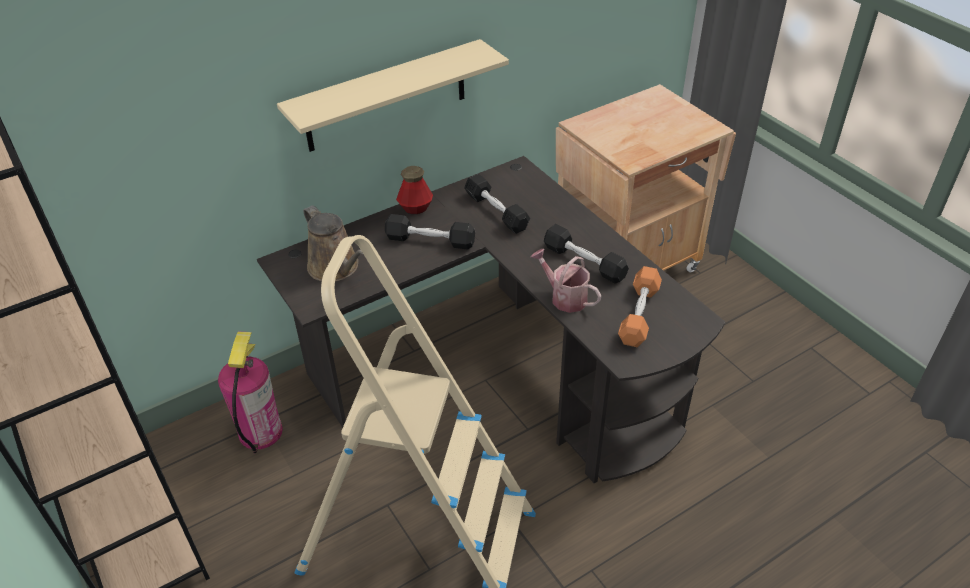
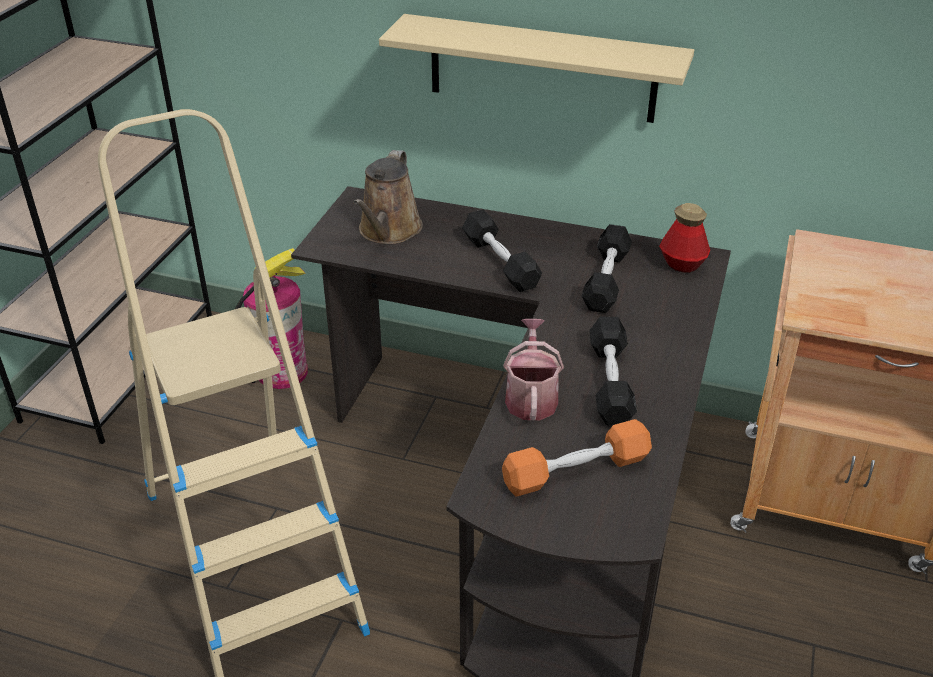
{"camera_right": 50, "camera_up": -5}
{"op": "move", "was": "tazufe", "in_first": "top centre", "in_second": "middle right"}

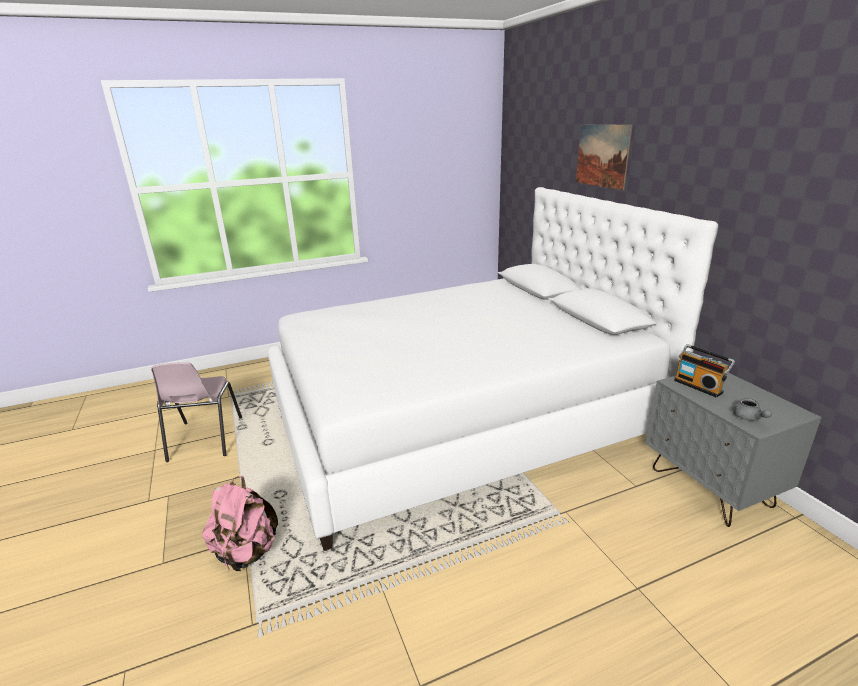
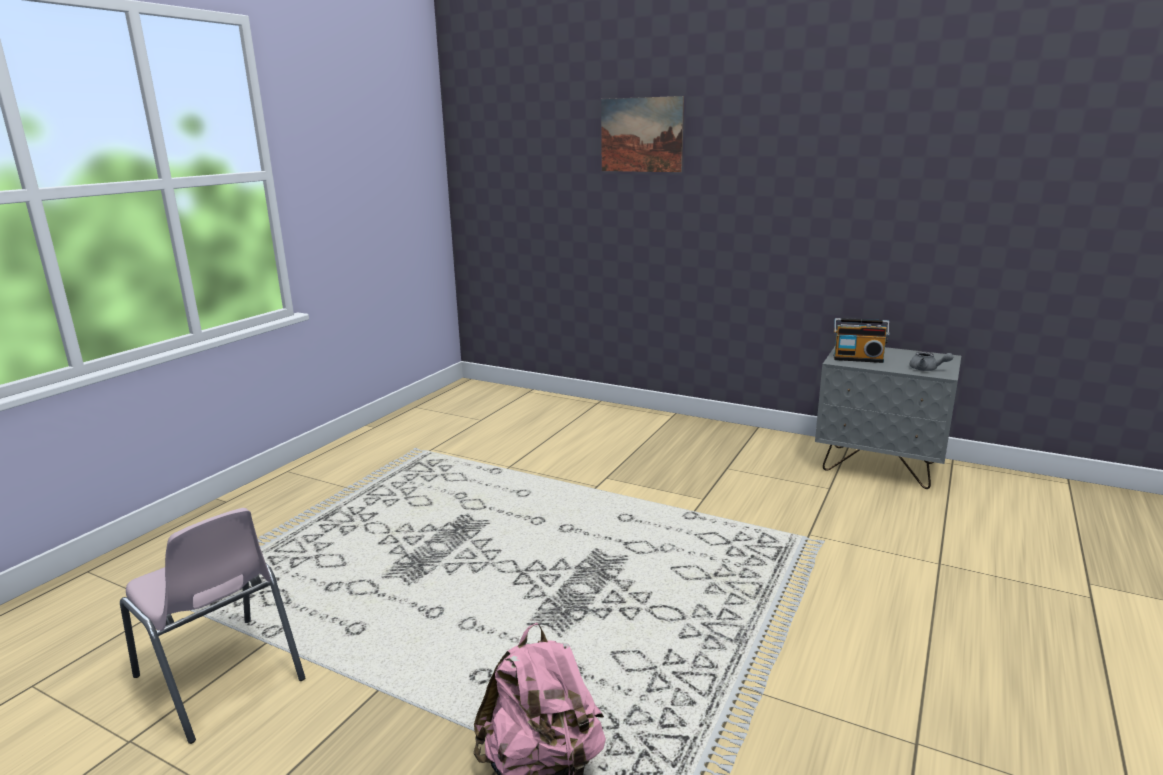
{"camera_right": -40, "camera_up": -5}
{"op": "delete", "was": "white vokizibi", "in_first": "centre"}

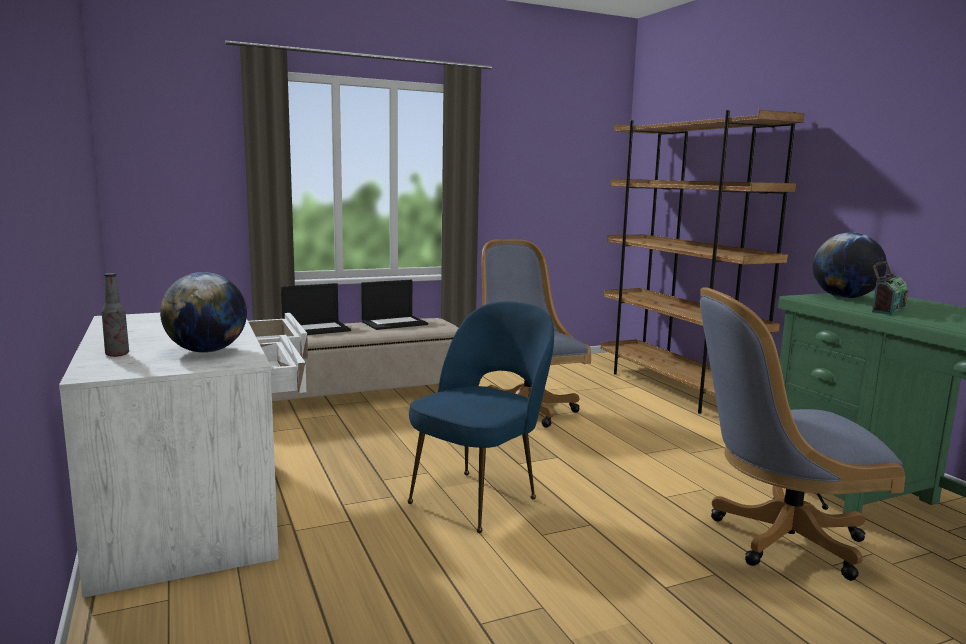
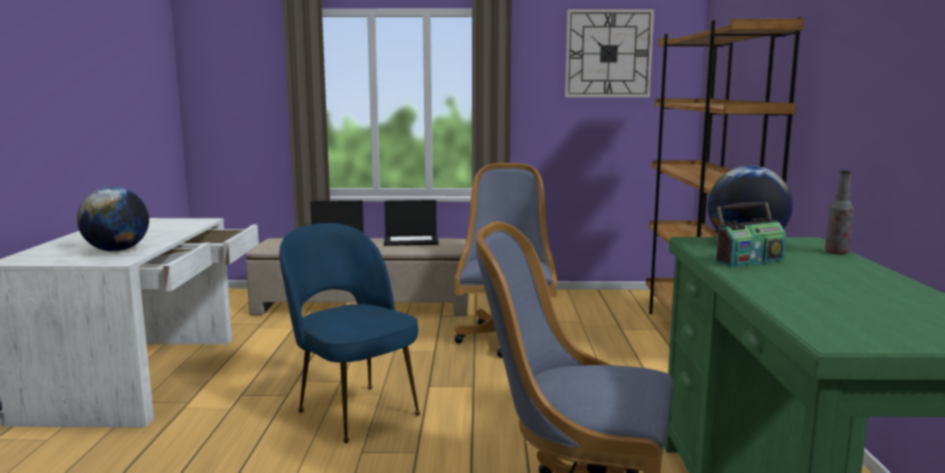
{"camera_right": 25, "camera_up": 0}
{"op": "move", "was": "tazufe", "in_first": "middle left", "in_second": "middle right"}
{"op": "rotate", "was": "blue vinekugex", "in_first": "centre", "in_second": "bottom centre", "clockwise": -105}
{"op": "insert", "now": "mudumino", "in_second": "top centre"}

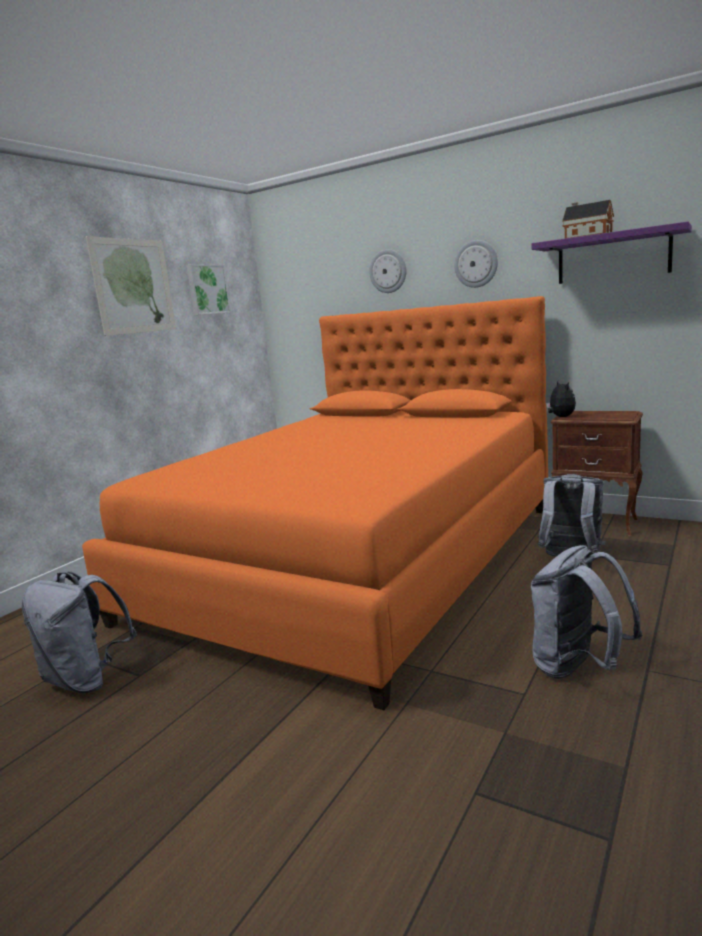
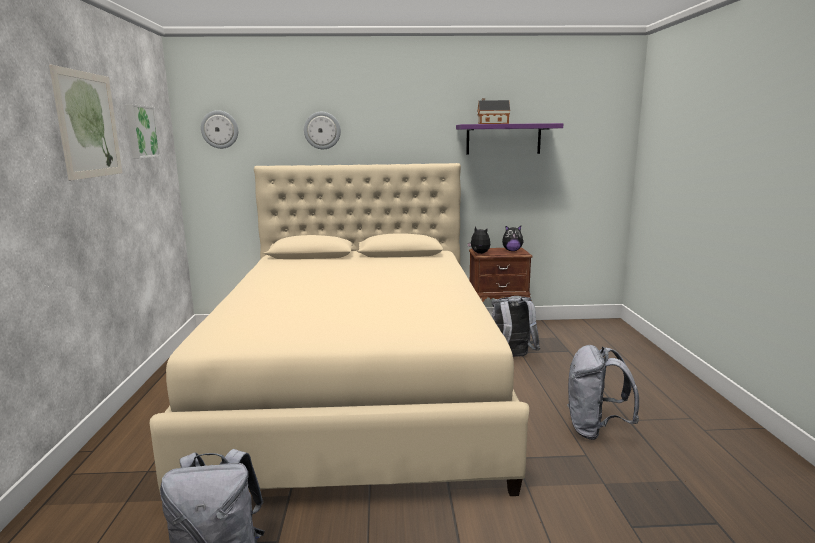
{"camera_right": -35, "camera_up": 0}
{"op": "recolor", "was": "orange vokizibi", "now": "beige vokizibi", "in_first": "centre", "in_second": "centre"}
{"op": "move", "was": "mudumino (2nd from left in the first image)", "now": "mudumino (1st from left)", "in_first": "top right", "in_second": "top left"}
{"op": "insert", "now": "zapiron (2nd from left)", "in_second": "centre"}

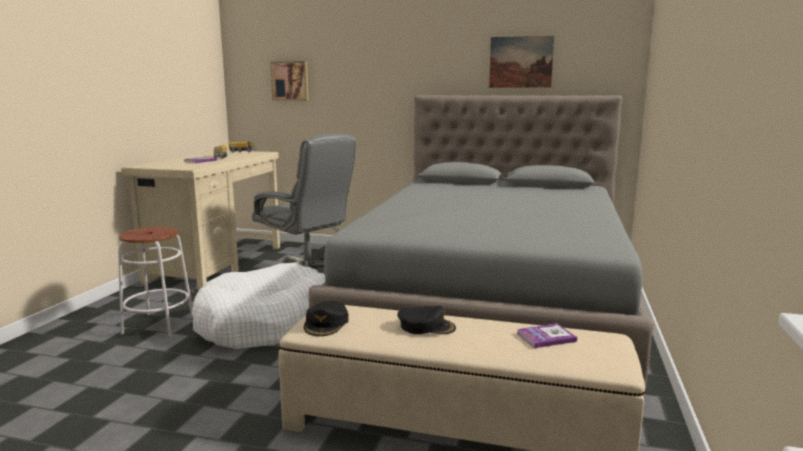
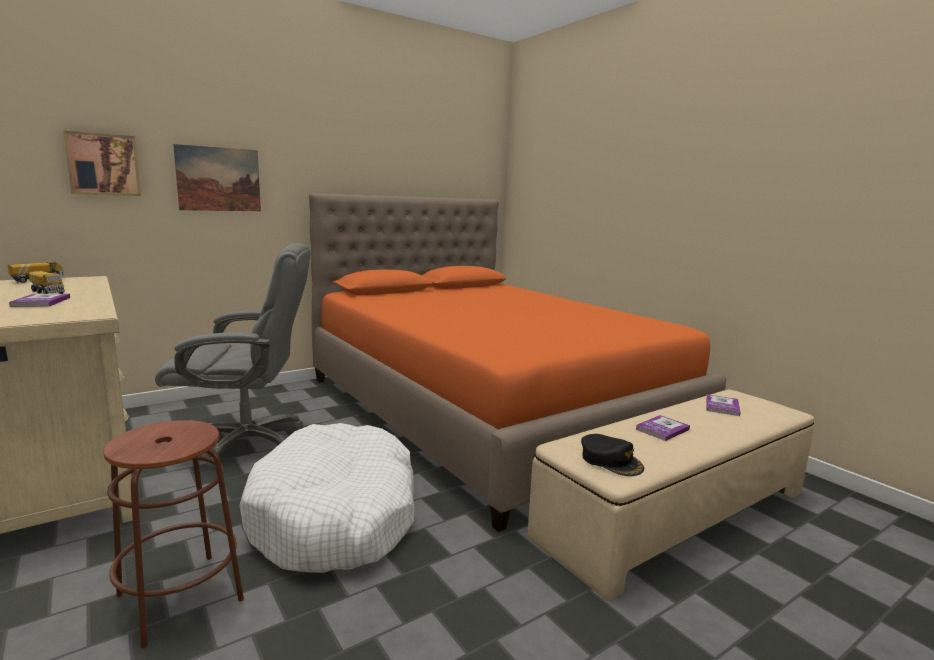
{"camera_right": -50, "camera_up": 0}
{"op": "recolor", "was": "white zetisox", "now": "brown zetisox", "in_first": "middle left", "in_second": "bottom left"}
{"op": "recolor", "was": "grey vokizibi", "now": "orange vokizibi", "in_first": "centre", "in_second": "centre"}
{"op": "replace", "was": "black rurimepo (2nd from left)", "now": "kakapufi (2nd from left)", "in_first": "bottom centre", "in_second": "middle right"}
{"op": "move", "was": "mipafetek (2nd from left)", "in_first": "top centre", "in_second": "top left"}

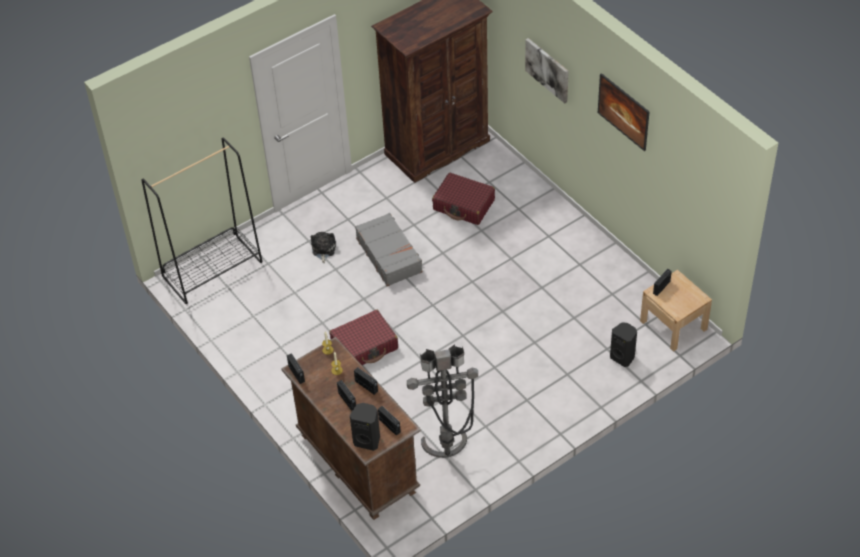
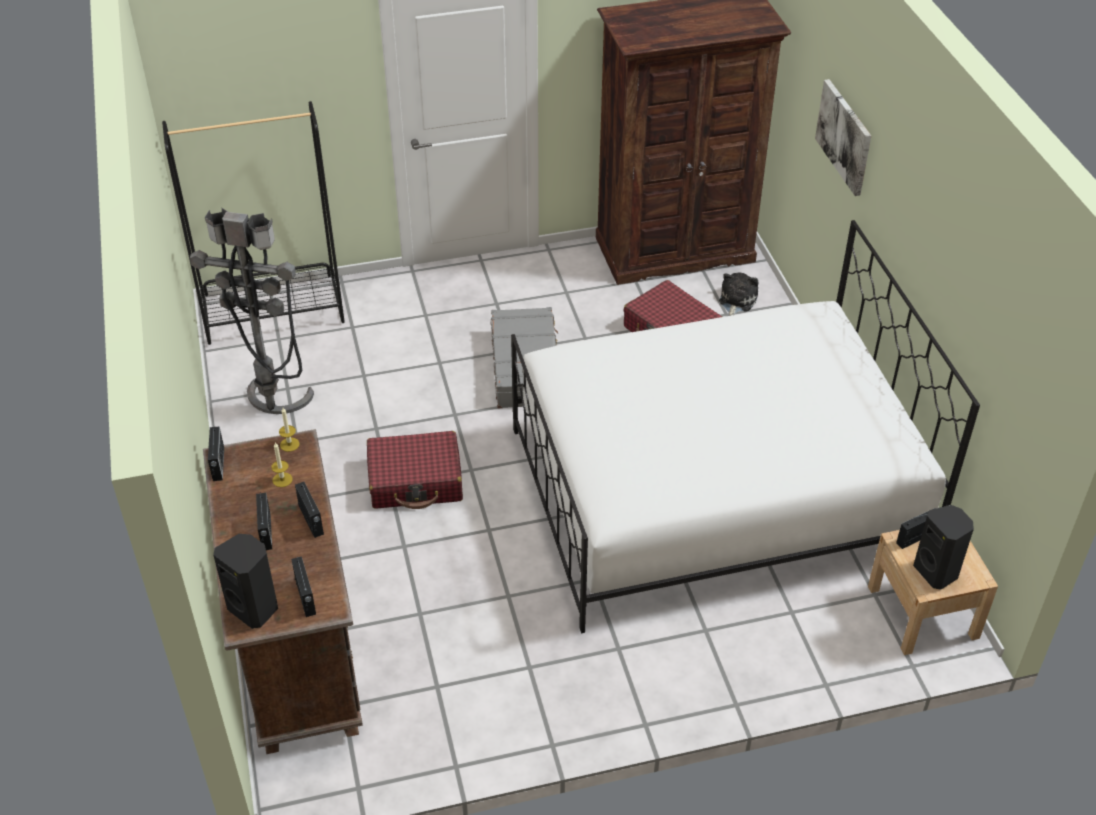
{"camera_right": 20, "camera_up": -5}
{"op": "move", "was": "zapiron", "in_first": "centre", "in_second": "middle right"}
{"op": "move", "was": "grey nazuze", "in_first": "bottom centre", "in_second": "middle left"}
{"op": "delete", "was": "mipafetek (2nd from left)", "in_first": "top right"}
{"op": "move", "was": "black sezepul (2nd from left)", "in_first": "middle right", "in_second": "bottom right"}
{"op": "insert", "now": "white vokizibi", "in_second": "middle right"}

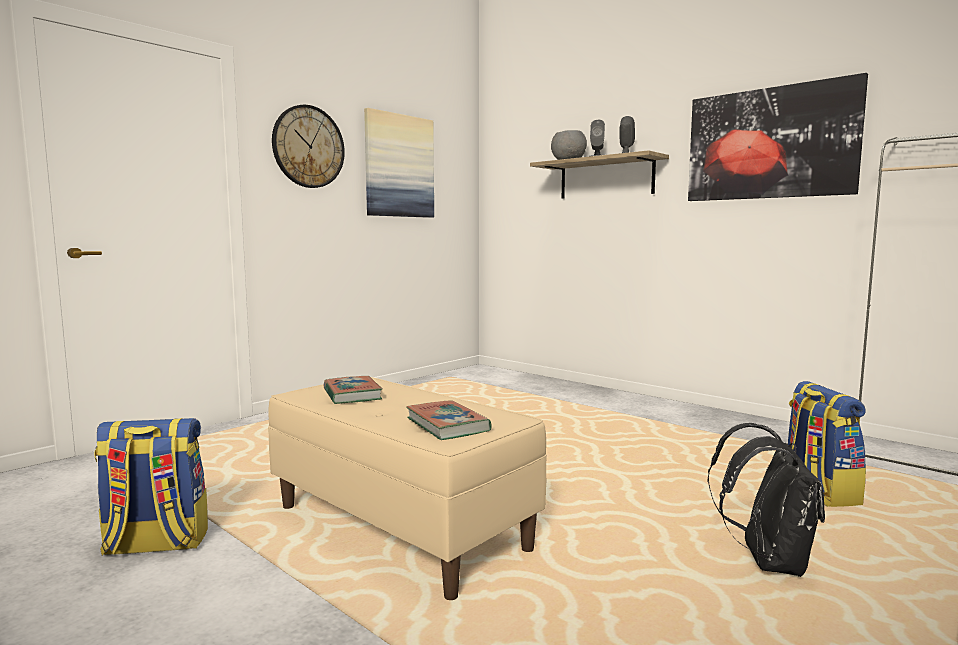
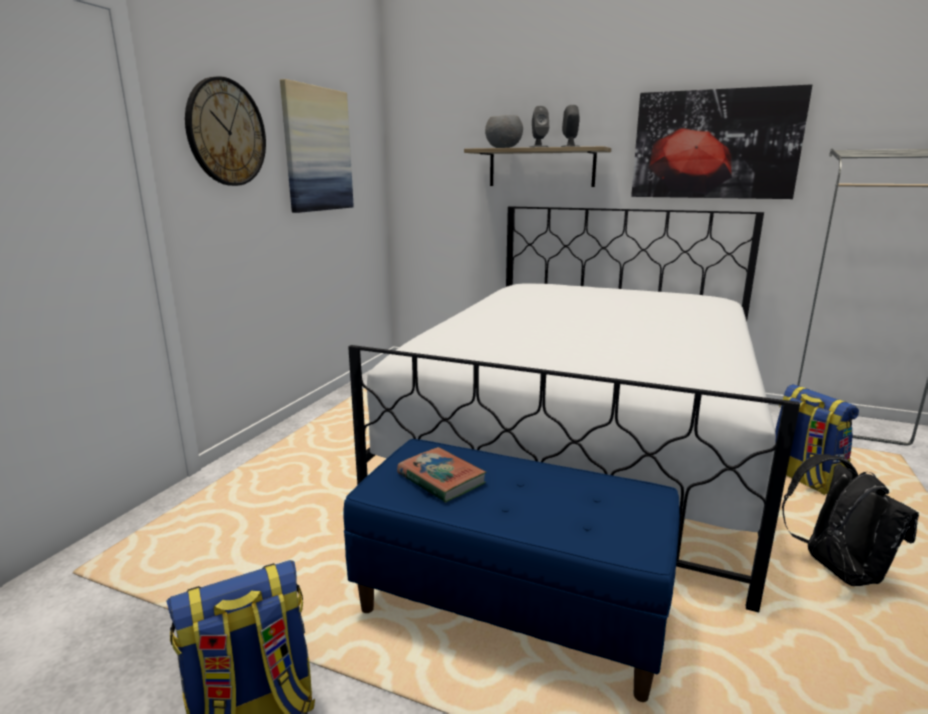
{"camera_right": -20, "camera_up": 10}
{"op": "recolor", "was": "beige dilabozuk", "now": "blue dilabozuk", "in_first": "bottom centre", "in_second": "bottom centre"}
{"op": "delete", "was": "kakapufi (2nd from left)", "in_first": "centre"}
{"op": "insert", "now": "white vokizibi", "in_second": "centre"}

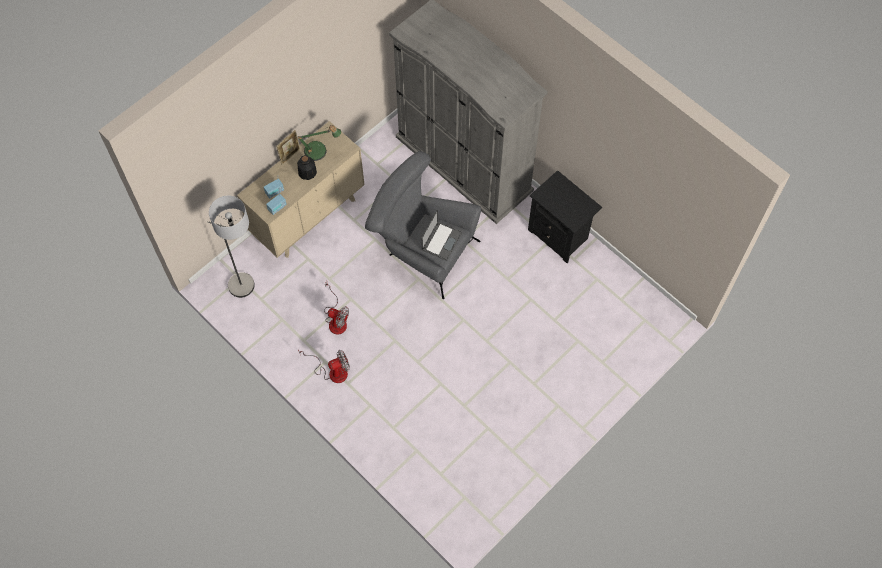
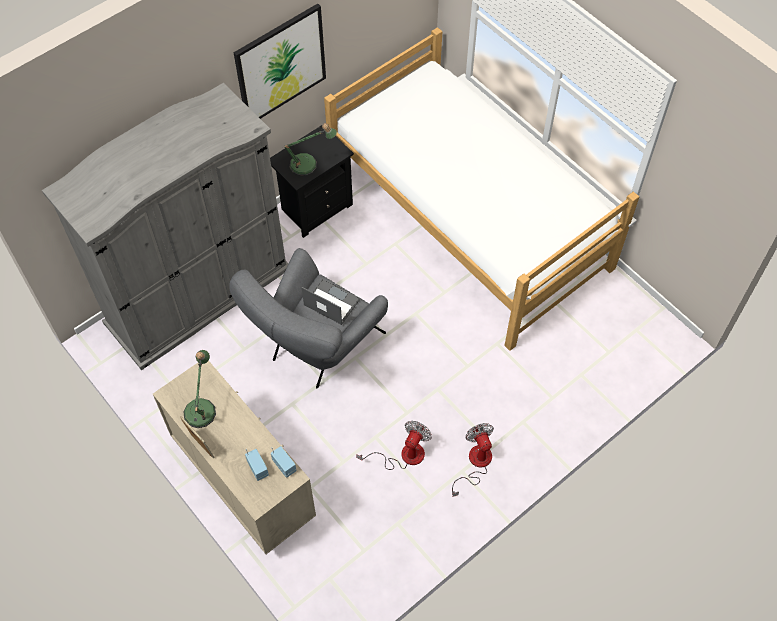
{"camera_right": -85, "camera_up": -5}
{"op": "delete", "was": "grey nazuze", "in_first": "middle left"}
{"op": "delete", "was": "tazufe", "in_first": "top centre"}
{"op": "insert", "now": "mipafetek", "in_second": "top centre"}
{"op": "insert", "now": "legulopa (2nd from left)", "in_second": "top centre"}
{"op": "insert", "now": "vokizibi", "in_second": "top centre"}

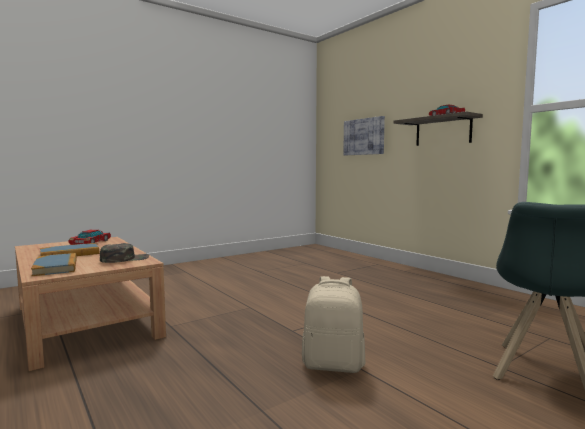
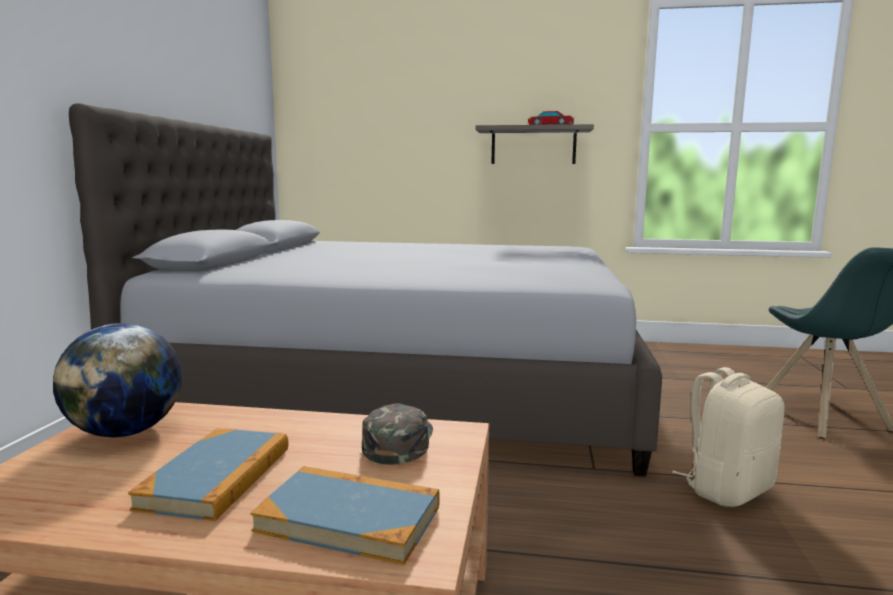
{"camera_right": -45, "camera_up": 5}
{"op": "replace", "was": "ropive (1st from left)", "now": "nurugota", "in_first": "middle left", "in_second": "middle left"}
{"op": "delete", "was": "mipafetek", "in_first": "top centre"}
{"op": "insert", "now": "grey vokizibi", "in_second": "centre"}

